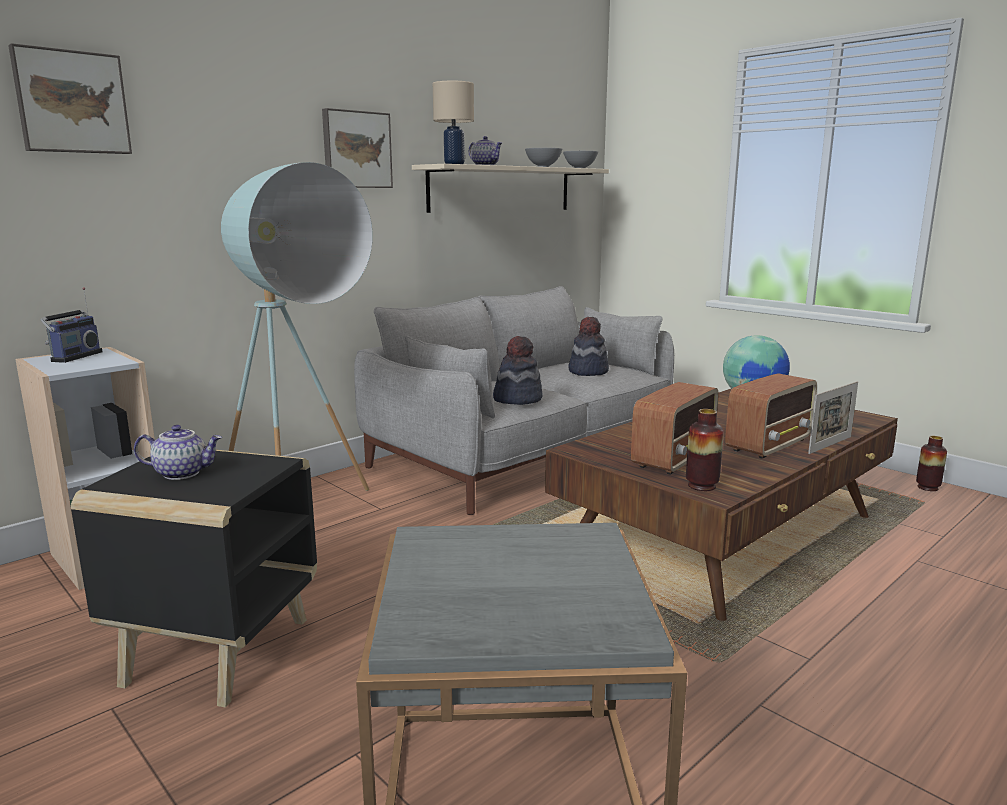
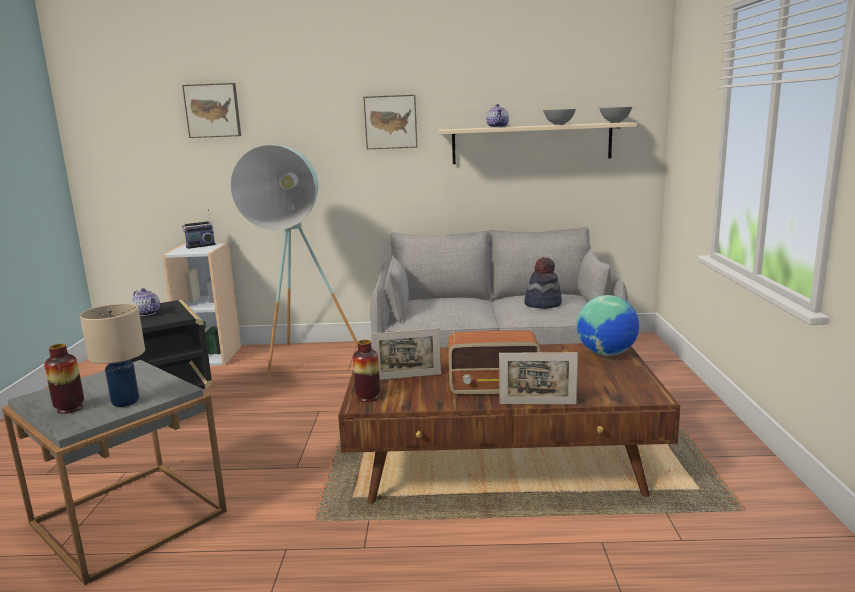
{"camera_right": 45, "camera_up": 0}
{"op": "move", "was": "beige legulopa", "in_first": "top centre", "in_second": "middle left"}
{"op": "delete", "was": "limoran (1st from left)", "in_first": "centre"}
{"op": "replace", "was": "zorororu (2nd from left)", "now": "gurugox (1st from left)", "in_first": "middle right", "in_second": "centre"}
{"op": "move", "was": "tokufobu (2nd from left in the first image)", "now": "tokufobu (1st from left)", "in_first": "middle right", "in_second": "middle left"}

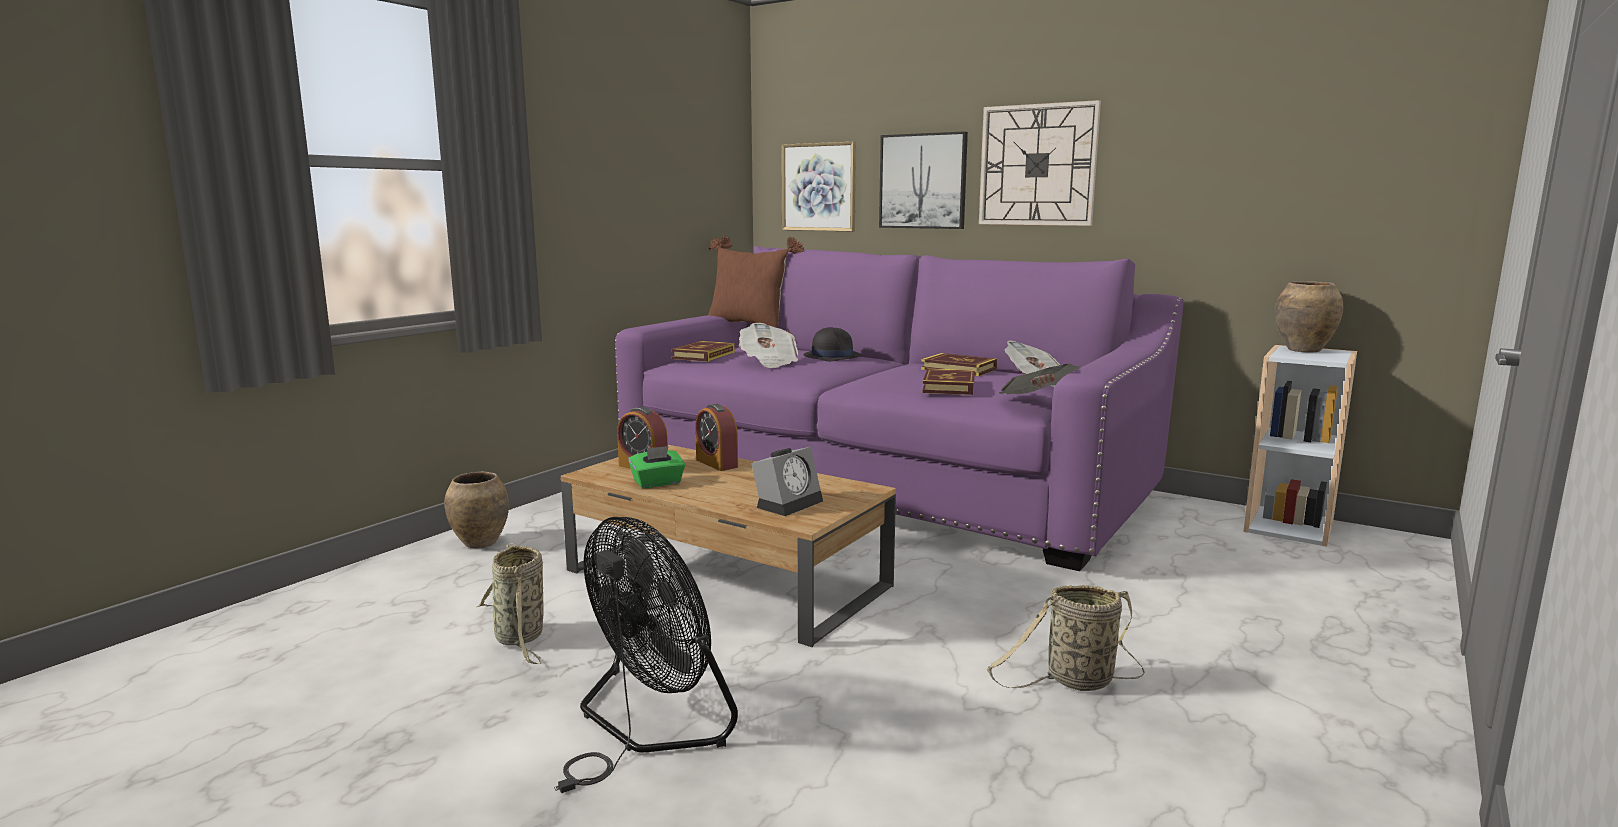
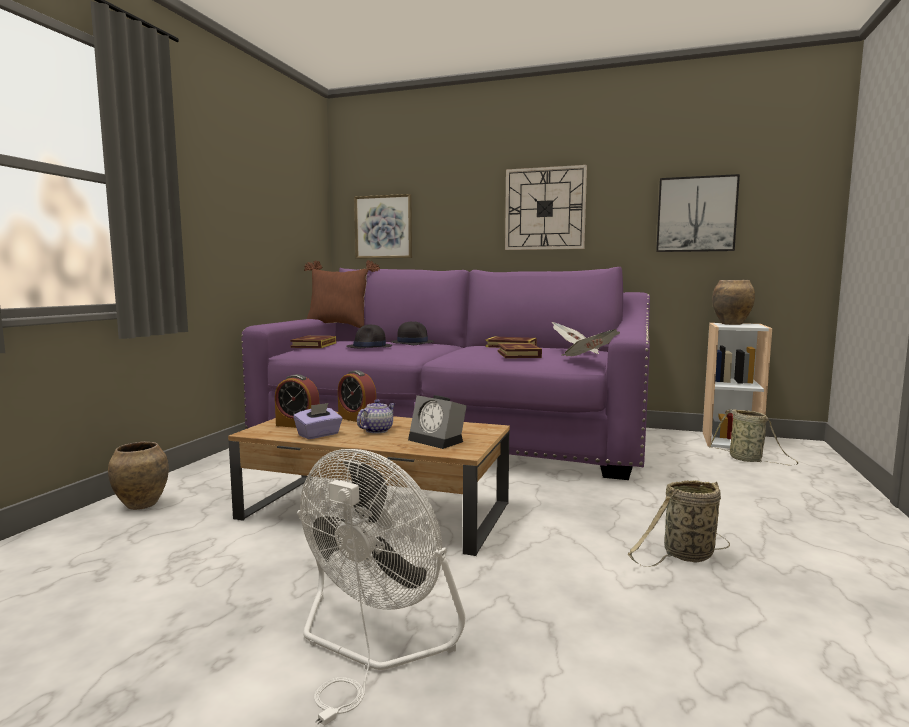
{"camera_right": -15, "camera_up": -5}
{"op": "move", "was": "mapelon (1st from left in the first image)", "now": "mapelon (2nd from left)", "in_first": "bottom left", "in_second": "middle right"}
{"op": "recolor", "was": "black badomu", "now": "white badomu", "in_first": "bottom centre", "in_second": "bottom centre"}
{"op": "recolor", "was": "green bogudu", "now": "purple bogudu", "in_first": "centre", "in_second": "centre"}
{"op": "replace", "was": "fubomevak (1st from left)", "now": "black limoran (1st from left)", "in_first": "centre", "in_second": "centre"}
{"op": "rotate", "was": "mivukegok (3rd from left)", "in_first": "centre", "in_second": "centre", "clockwise": 105}
{"op": "move", "was": "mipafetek (2nd from left)", "in_first": "top centre", "in_second": "top right"}
{"op": "insert", "now": "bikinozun", "in_second": "centre"}

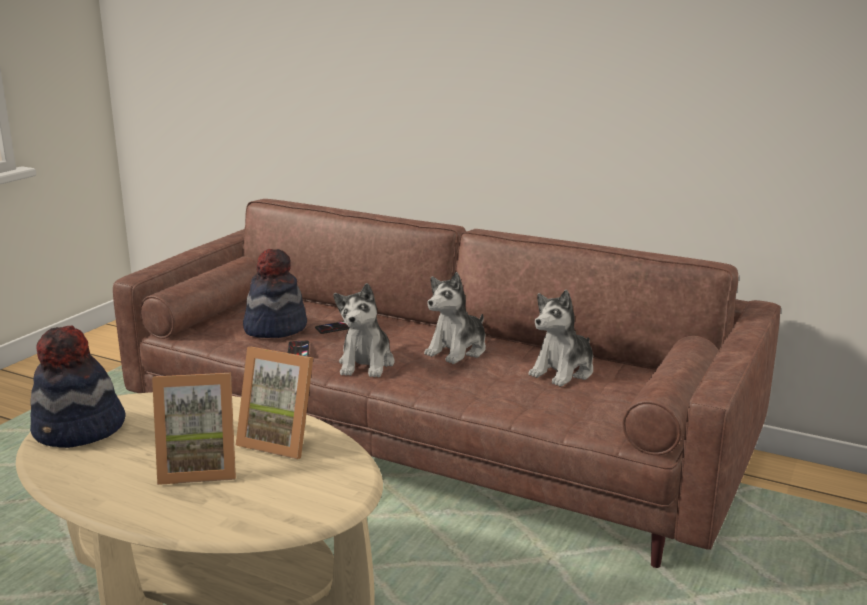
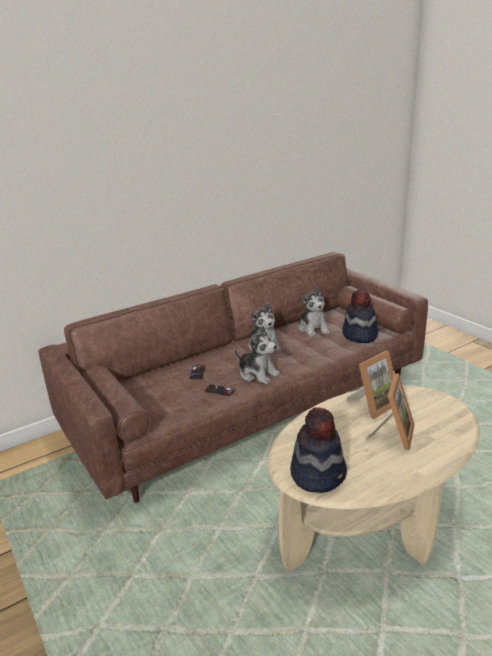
{"camera_right": -60, "camera_up": 5}
{"op": "move", "was": "limoran (2nd from left)", "in_first": "middle left", "in_second": "middle right"}

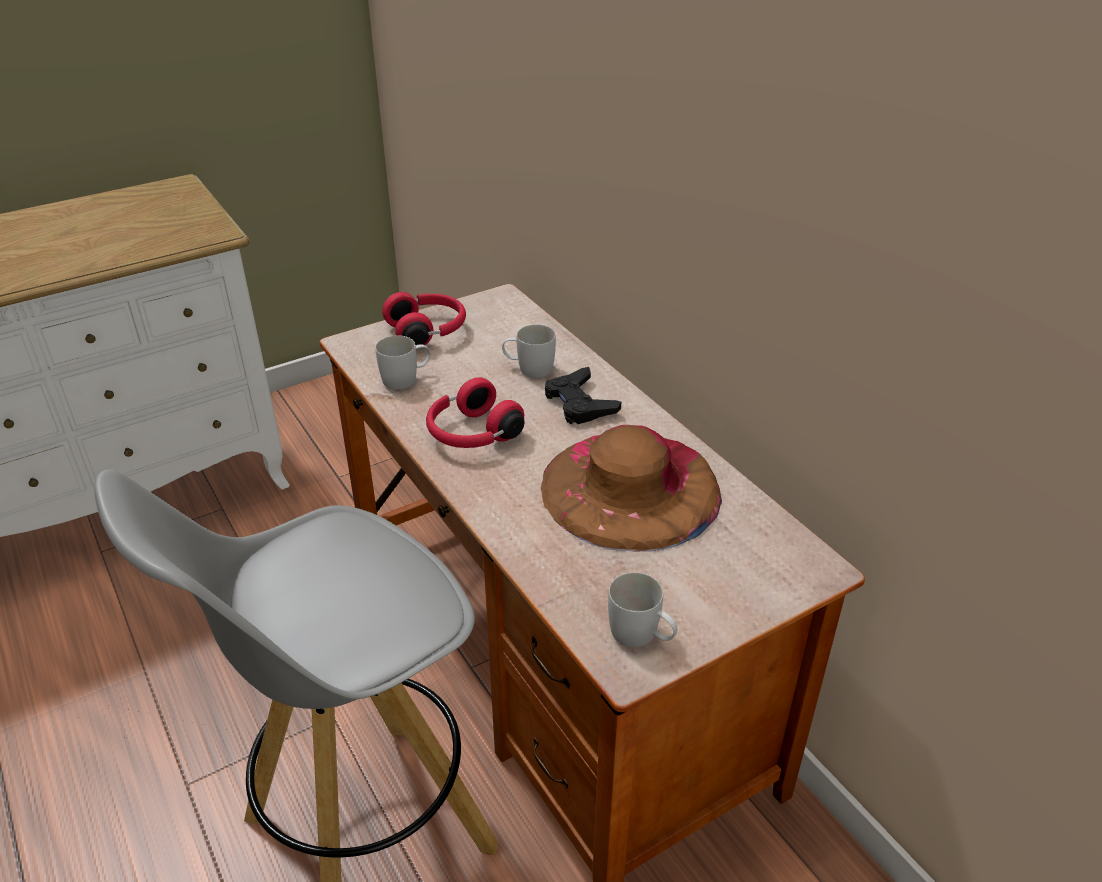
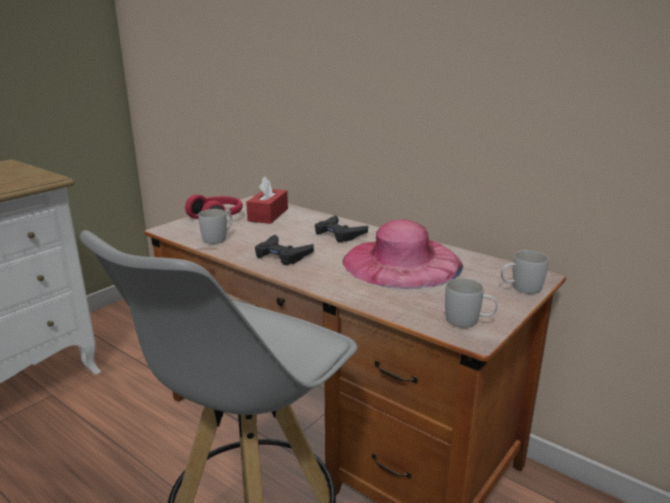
{"camera_right": -20, "camera_up": -15}
{"op": "replace", "was": "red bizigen (2nd from left)", "now": "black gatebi (1st from left)", "in_first": "centre", "in_second": "centre"}
{"op": "move", "was": "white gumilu (2nd from left in the first image)", "now": "white gumilu (3rd from left)", "in_first": "centre", "in_second": "middle right"}
{"op": "recolor", "was": "brown limoran", "now": "pink limoran", "in_first": "centre", "in_second": "centre"}
{"op": "insert", "now": "red bogudu", "in_second": "centre"}

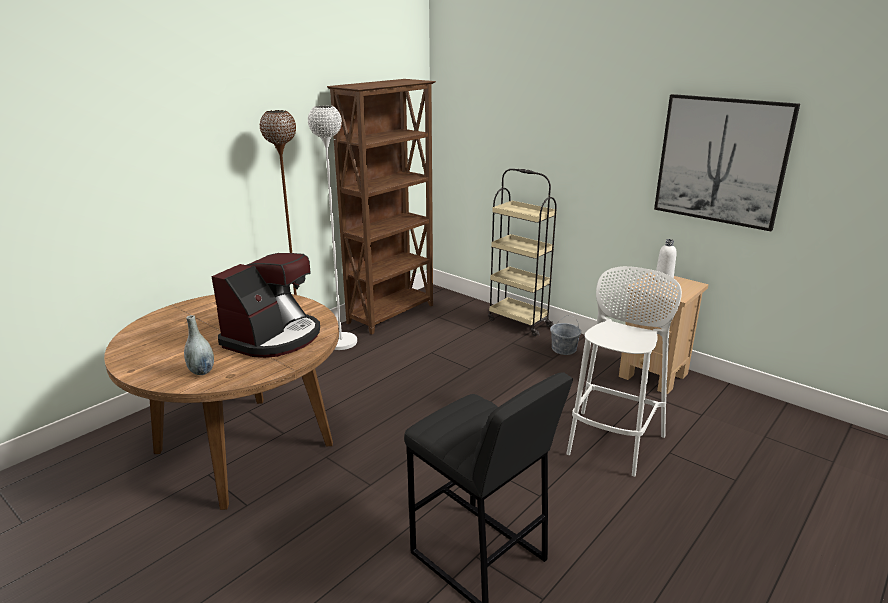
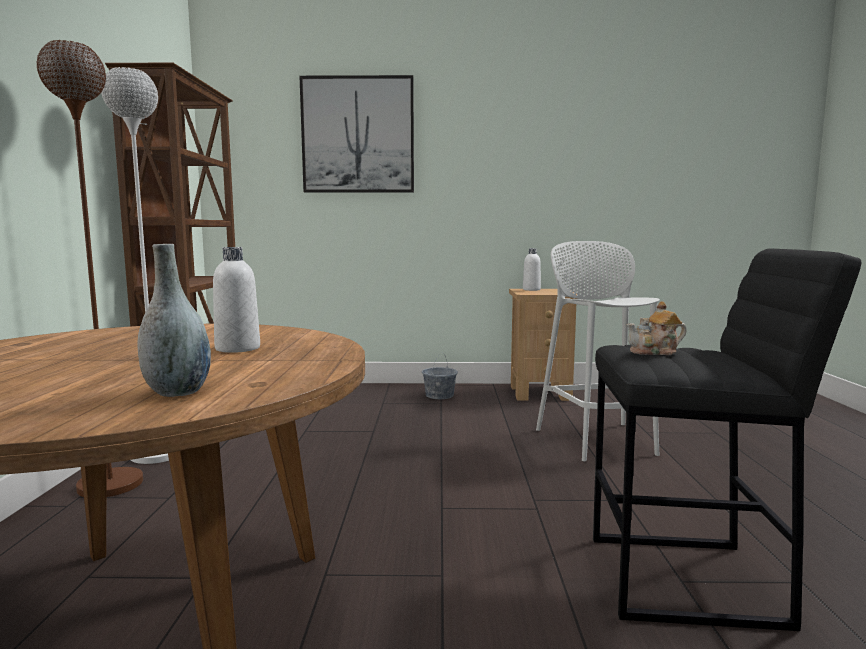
{"camera_right": -40, "camera_up": -15}
{"op": "replace", "was": "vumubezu", "now": "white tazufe (1st from left)", "in_first": "middle left", "in_second": "middle left"}
{"op": "delete", "was": "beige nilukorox", "in_first": "centre"}
{"op": "move", "was": "mipafetek", "in_first": "top right", "in_second": "top centre"}
{"op": "insert", "now": "bikinozun", "in_second": "middle right"}

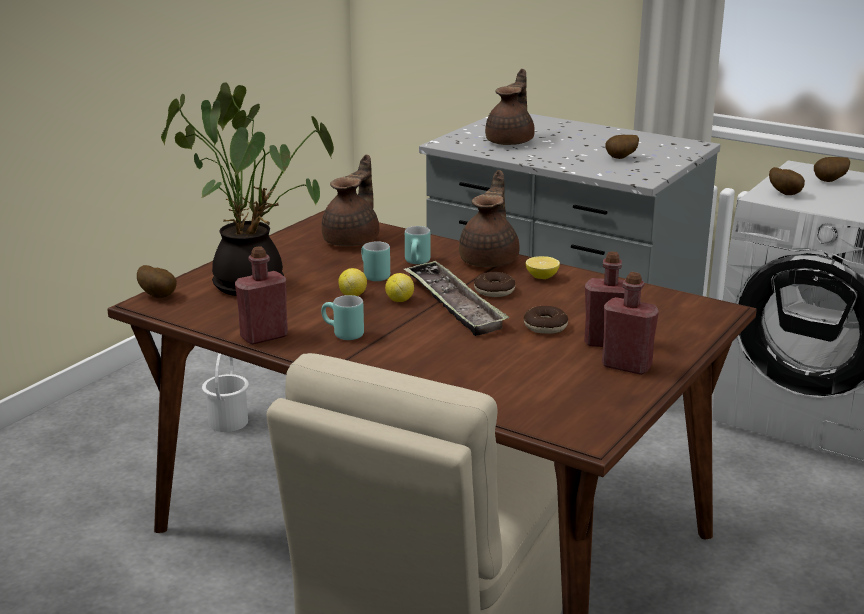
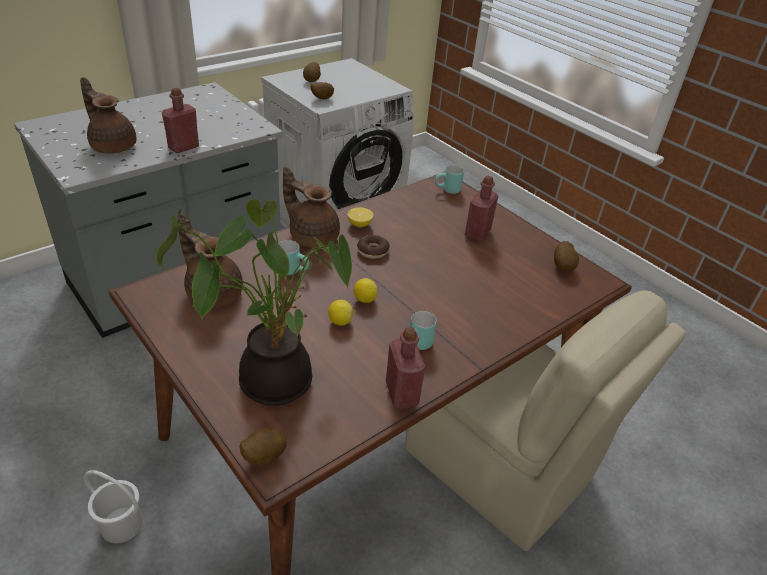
{"camera_right": -75, "camera_up": 15}
{"op": "move", "was": "turquoise gumilu (2nd from left in the first image)", "now": "turquoise gumilu (3rd from left)", "in_first": "centre", "in_second": "top centre"}
{"op": "delete", "was": "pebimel", "in_first": "centre"}
{"op": "delete", "was": "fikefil (2nd from left)", "in_first": "centre"}
{"op": "move", "was": "red tazufe (3rd from left in the first image)", "now": "red tazufe (1st from left)", "in_first": "middle right", "in_second": "top left"}
{"op": "move", "was": "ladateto (2nd from left in the first image)", "now": "ladateto (4th from left)", "in_first": "top right", "in_second": "middle right"}

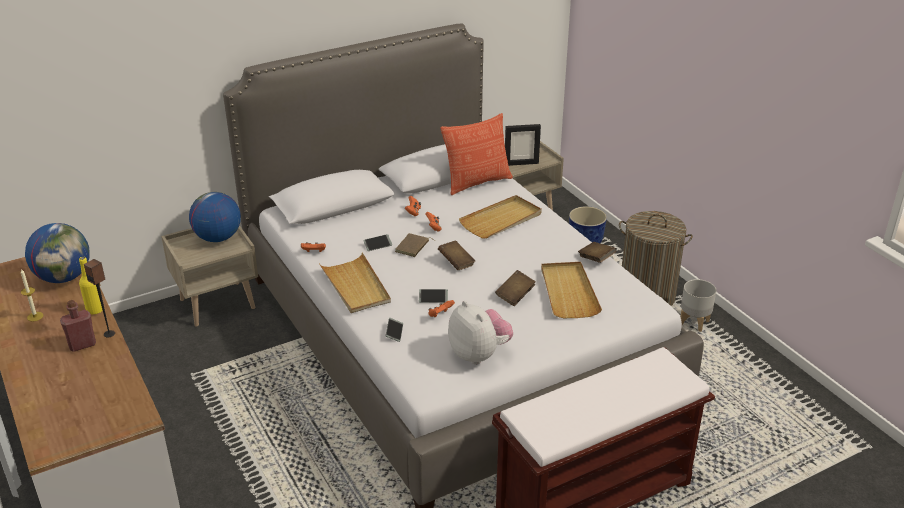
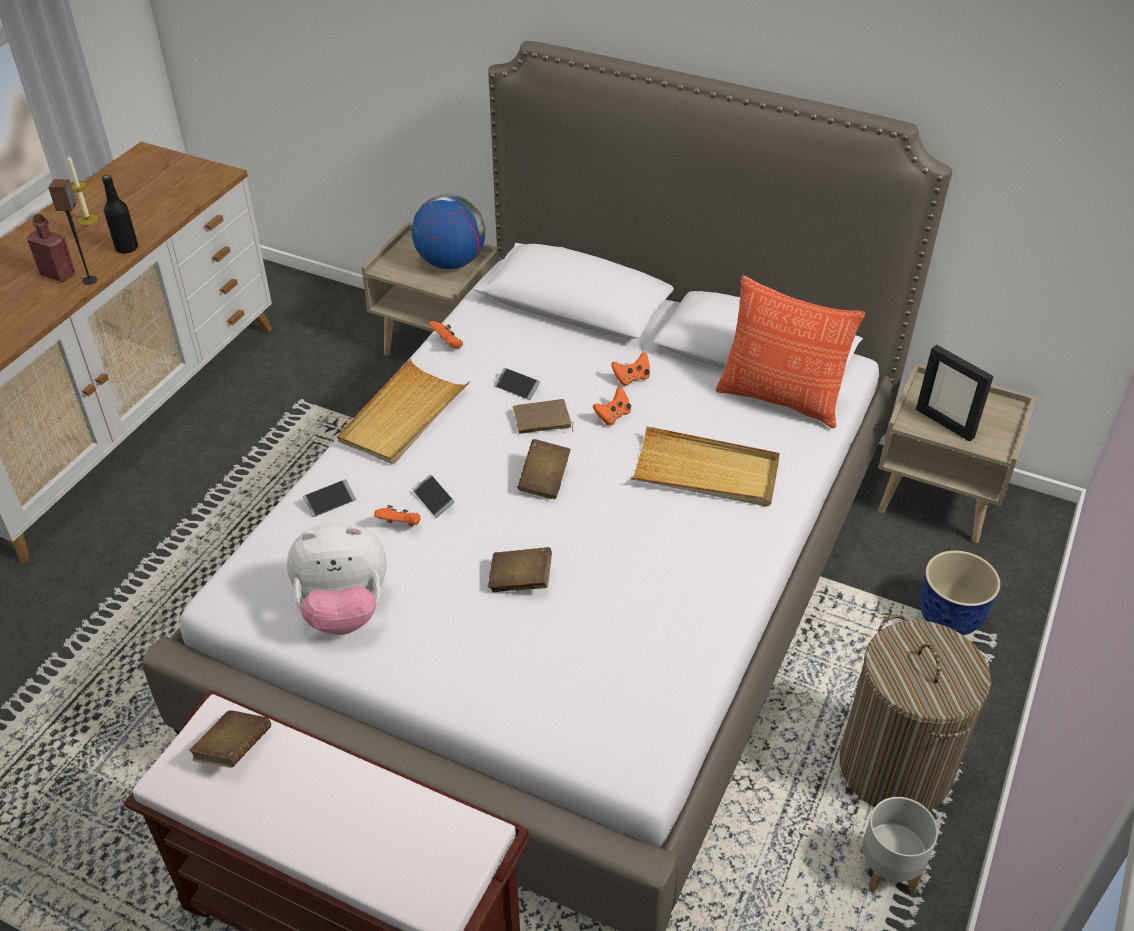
{"camera_right": 55, "camera_up": 10}
{"op": "delete", "was": "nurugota (1st from left)", "in_first": "middle left"}
{"op": "recolor", "was": "yellow tazufe", "now": "black tazufe", "in_first": "middle left", "in_second": "top left"}
{"op": "rotate", "was": "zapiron", "in_first": "centre", "in_second": "middle left", "clockwise": 60}
{"op": "delete", "was": "beige pebimel (3rd from left)", "in_first": "centre"}
{"op": "move", "was": "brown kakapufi (4th from left in the first image)", "now": "brown kakapufi (1st from left)", "in_first": "centre", "in_second": "bottom left"}

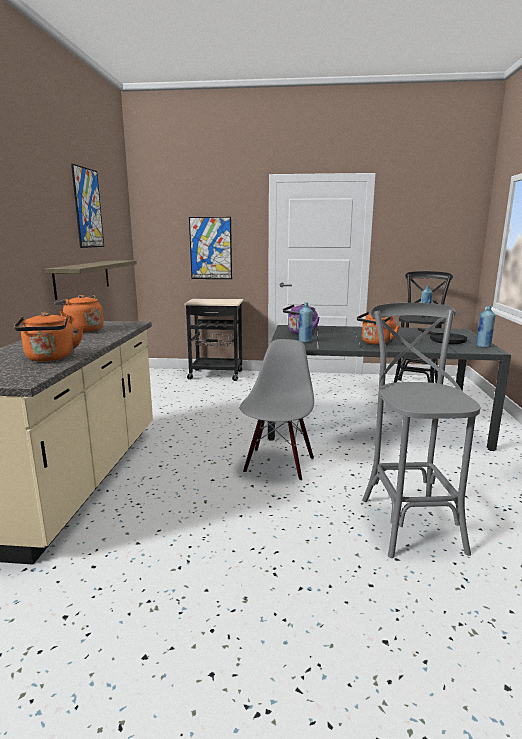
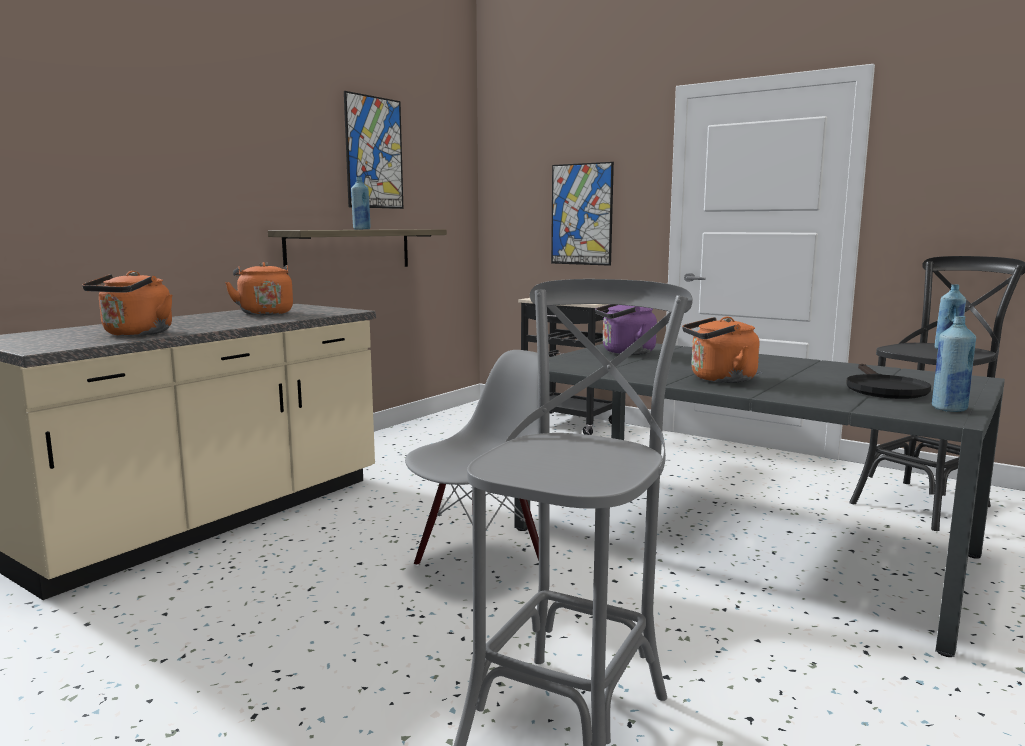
{"camera_right": 30, "camera_up": -5}
{"op": "move", "was": "blue tazufe (1st from left)", "in_first": "centre", "in_second": "top centre"}

